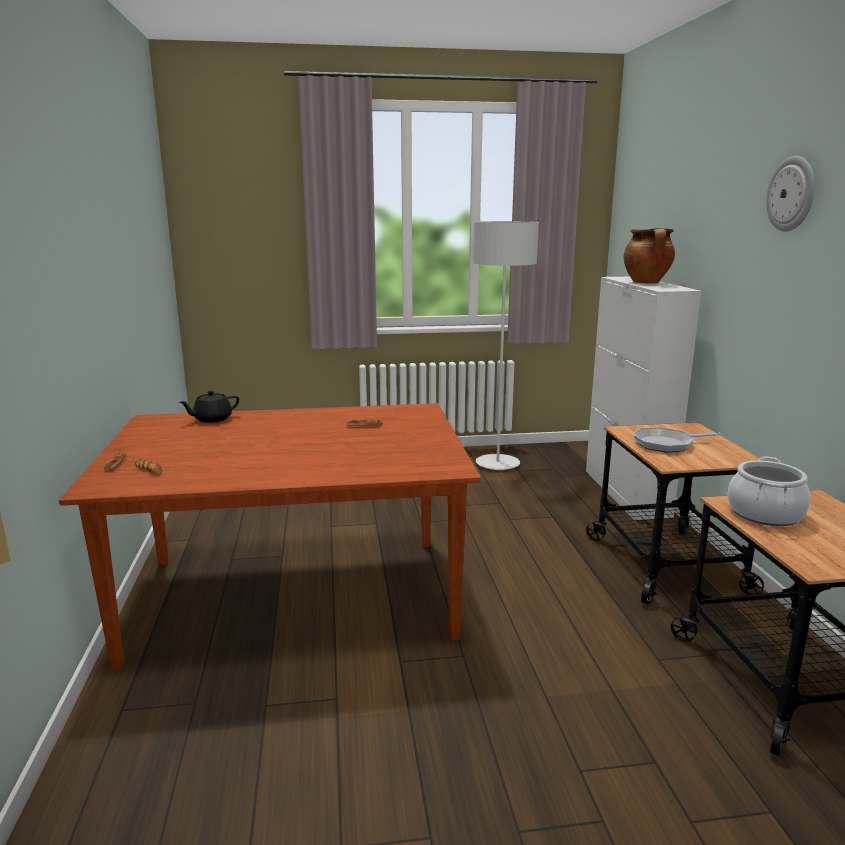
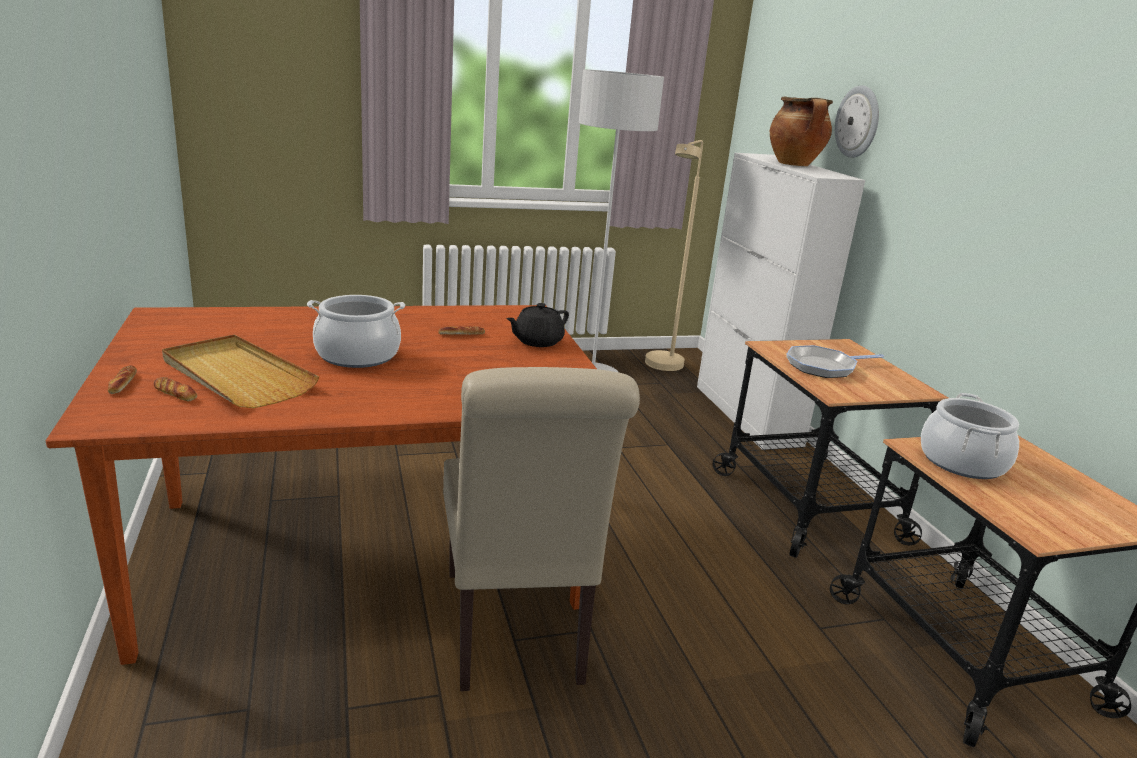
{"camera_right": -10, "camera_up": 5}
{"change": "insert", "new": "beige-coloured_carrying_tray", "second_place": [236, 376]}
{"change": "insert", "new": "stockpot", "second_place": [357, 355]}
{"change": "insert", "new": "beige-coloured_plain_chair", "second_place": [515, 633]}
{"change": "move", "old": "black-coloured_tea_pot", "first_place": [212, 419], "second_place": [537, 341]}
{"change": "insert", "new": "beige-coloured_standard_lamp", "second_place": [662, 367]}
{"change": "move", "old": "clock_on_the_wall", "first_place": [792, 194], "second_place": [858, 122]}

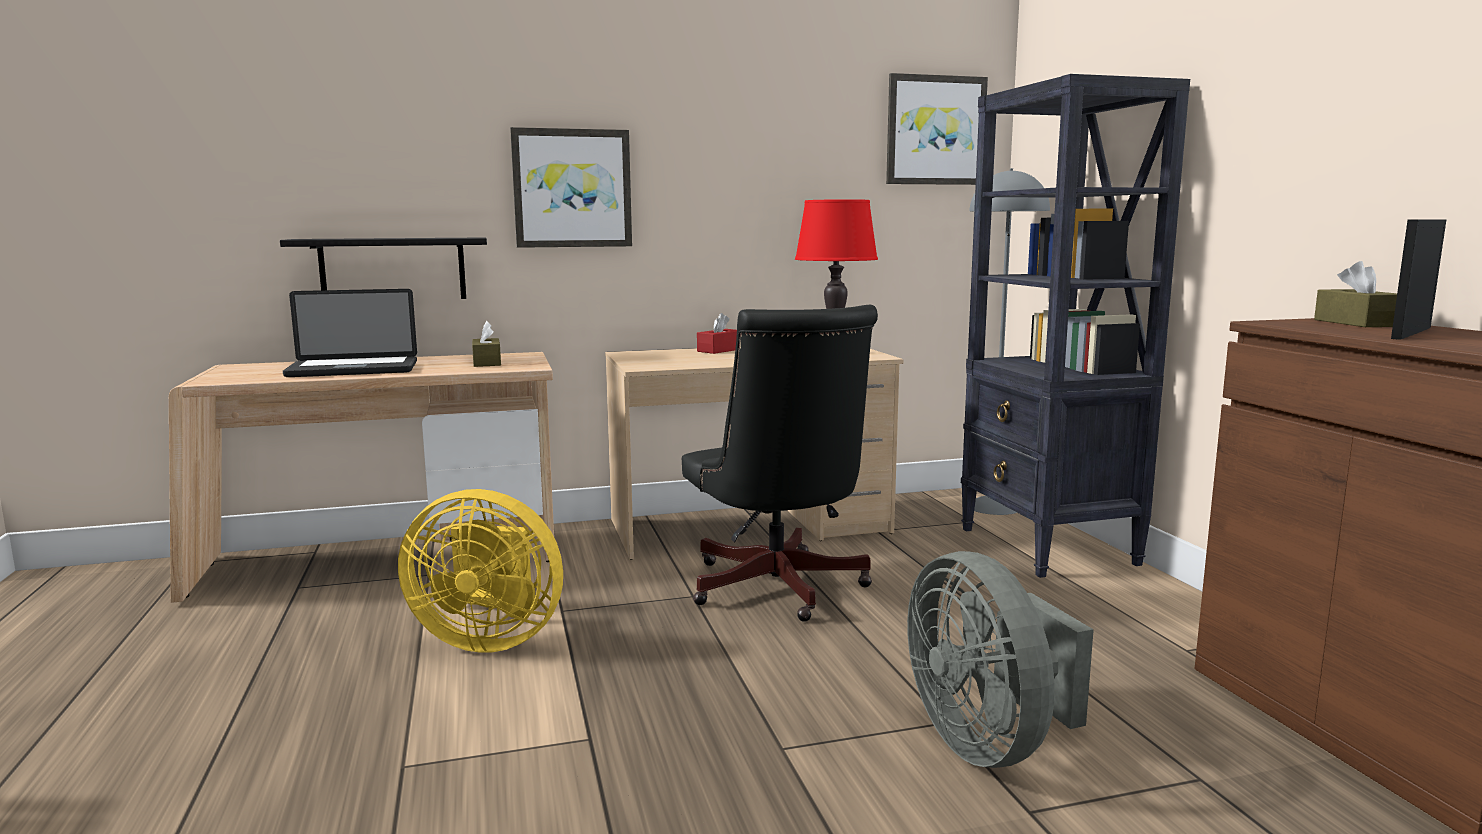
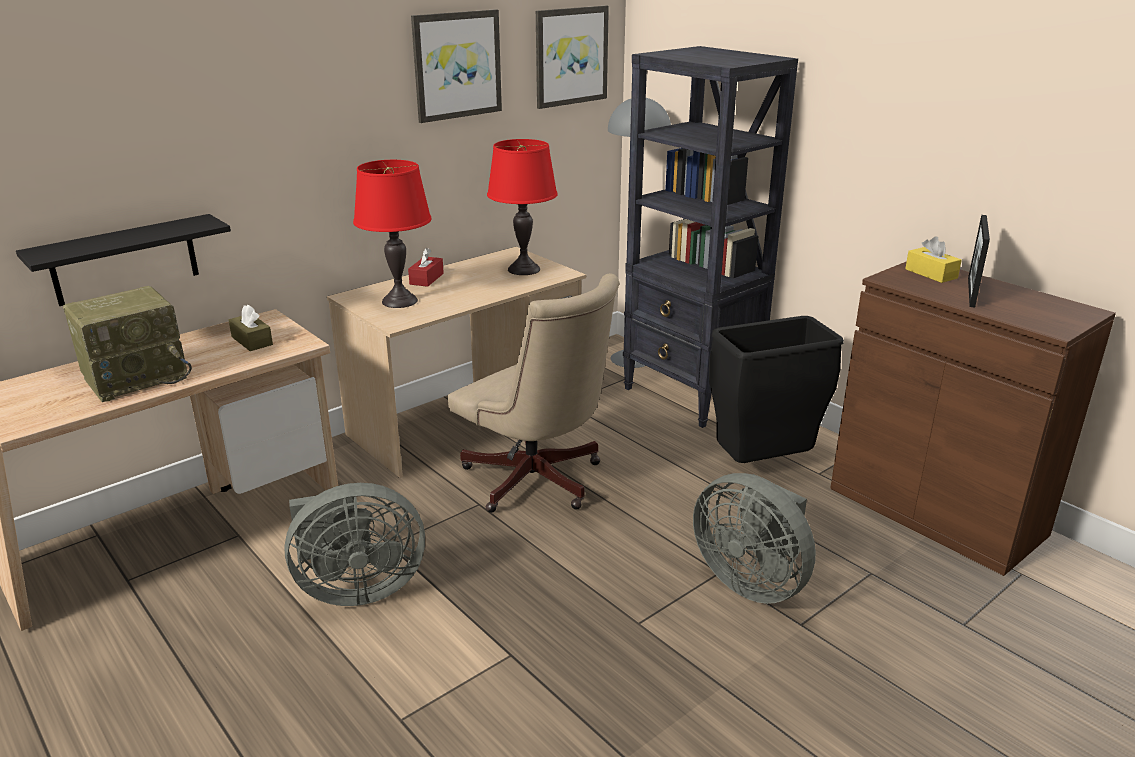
{"camera_right": -25, "camera_up": 15}
{"change": "replace", "old": "laptop", "new": "radio", "first_place": [353, 369], "second_place": [137, 377]}
{"change": "recolor", "old": "yellow-coloured_cooling_fan", "new": "greyish_cooling_fan", "first_place": [489, 639], "second_place": [356, 588]}
{"change": "insert", "new": "reddish_lamp_for_a_table", "second_place": [399, 301]}
{"change": "move", "old": "wall_art", "first_place": [572, 188], "second_place": [456, 65]}
{"change": "recolor", "old": "black-coloured_office_chair", "new": "beige-coloured_office_chair", "first_place": [778, 590], "second_place": [537, 483]}
{"change": "insert", "new": "black-coloured_waste_bin", "second_place": [763, 466]}
{"change": "recolor", "old": "brown-coloured_tissue_box", "new": "yellow-coloured_tissue_box", "first_place": [1355, 323], "second_place": [931, 274]}

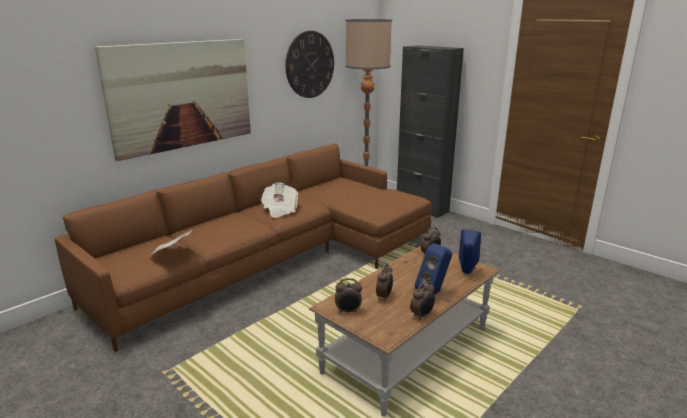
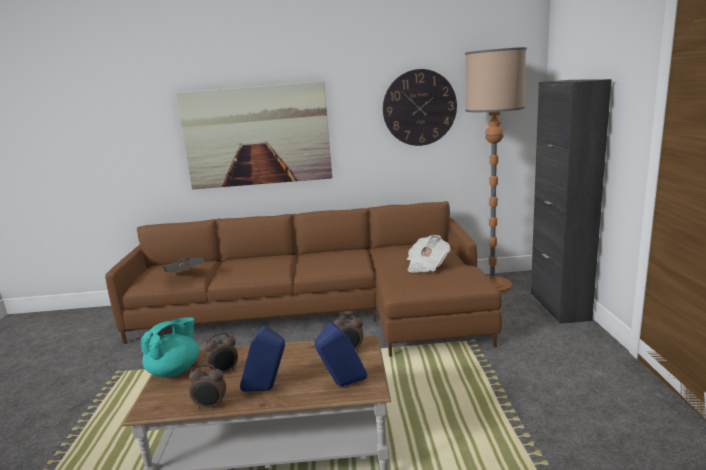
{"camera_right": 45, "camera_up": -5}
{"change": "replace", "old": "table_clock", "new": "blue-green_tea_pot", "first_place": [348, 311], "second_place": [175, 370]}
{"change": "move", "old": "daily_paper", "first_place": [280, 210], "second_place": [426, 266]}

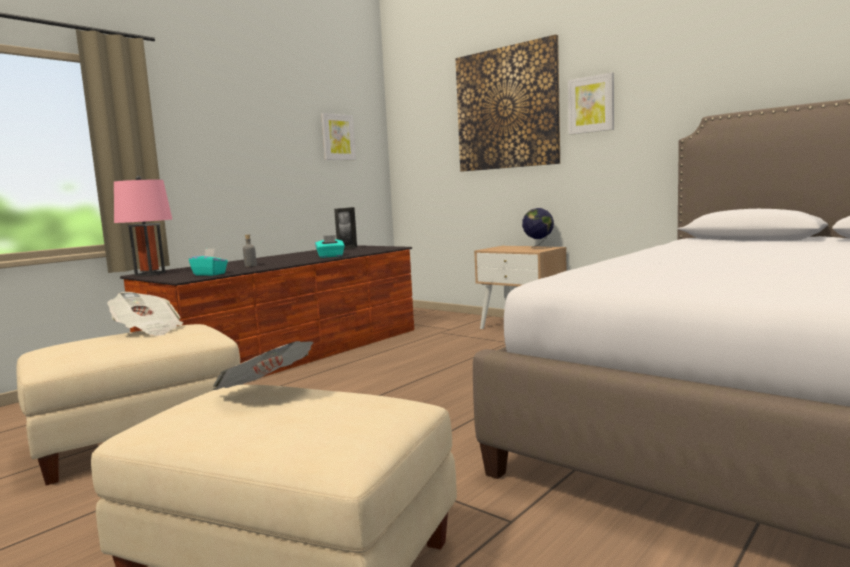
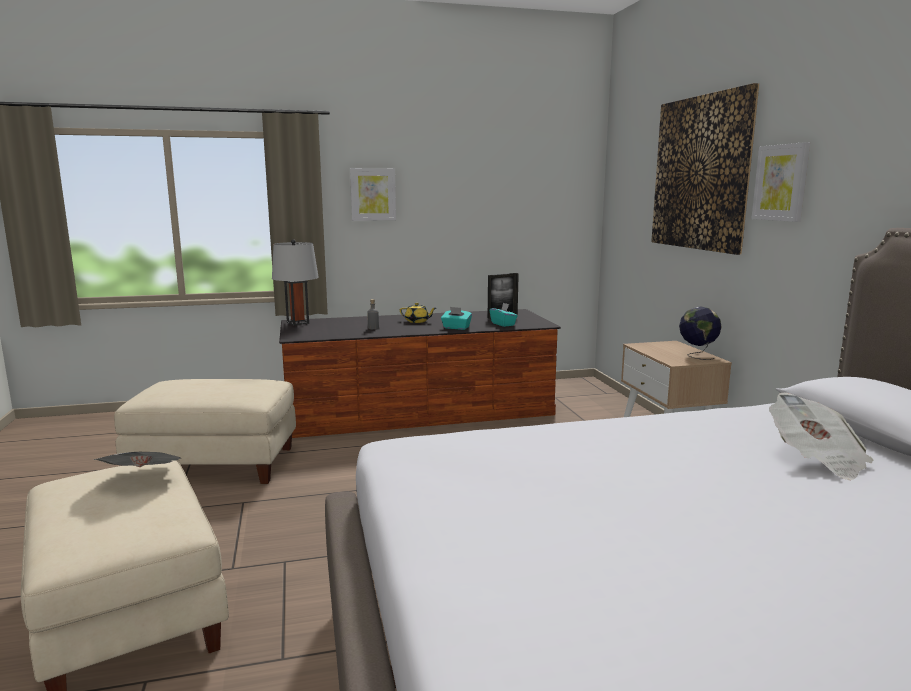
{"camera_right": 35, "camera_up": 5}
{"change": "recolor", "old": "pink_lamp_for_a_table", "new": "greyish_lamp_for_a_table", "first_place": [150, 274], "second_place": [297, 323]}
{"change": "move", "old": "wall_art", "first_place": [338, 137], "second_place": [373, 194]}
{"change": "insert", "new": "yellow-coloured_tea_pot", "second_place": [417, 321]}
{"change": "move", "old": "blue-green_tissue_box", "first_place": [210, 274], "second_place": [503, 324]}
{"change": "move", "old": "daily_paper", "first_place": [148, 331], "second_place": [816, 459]}

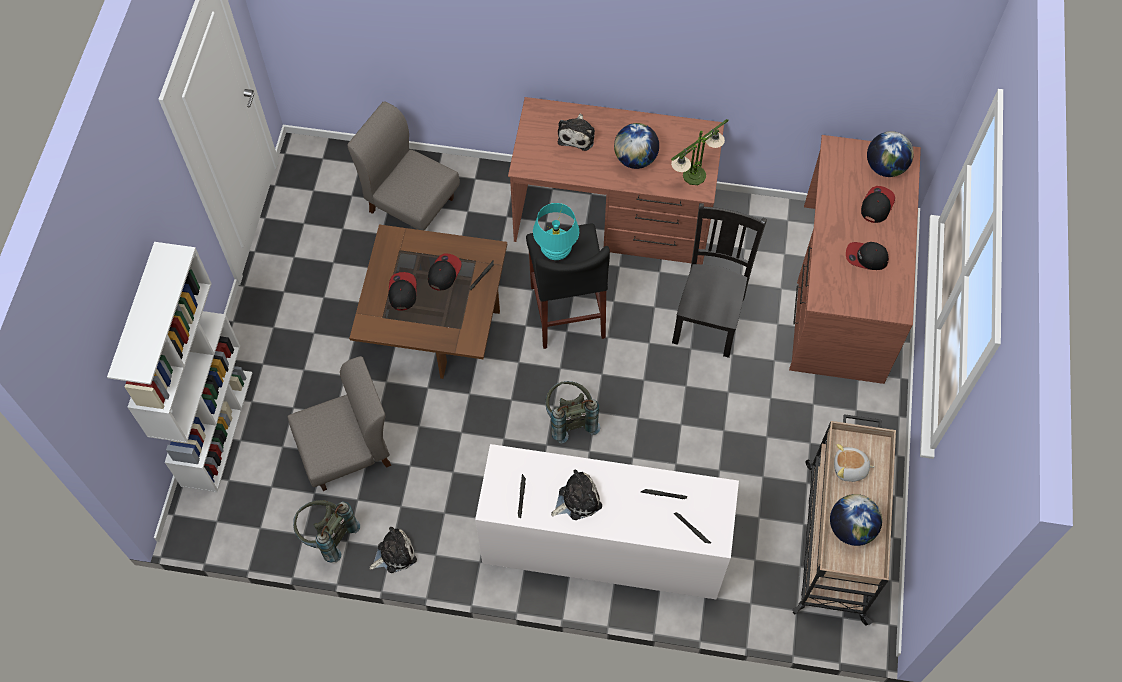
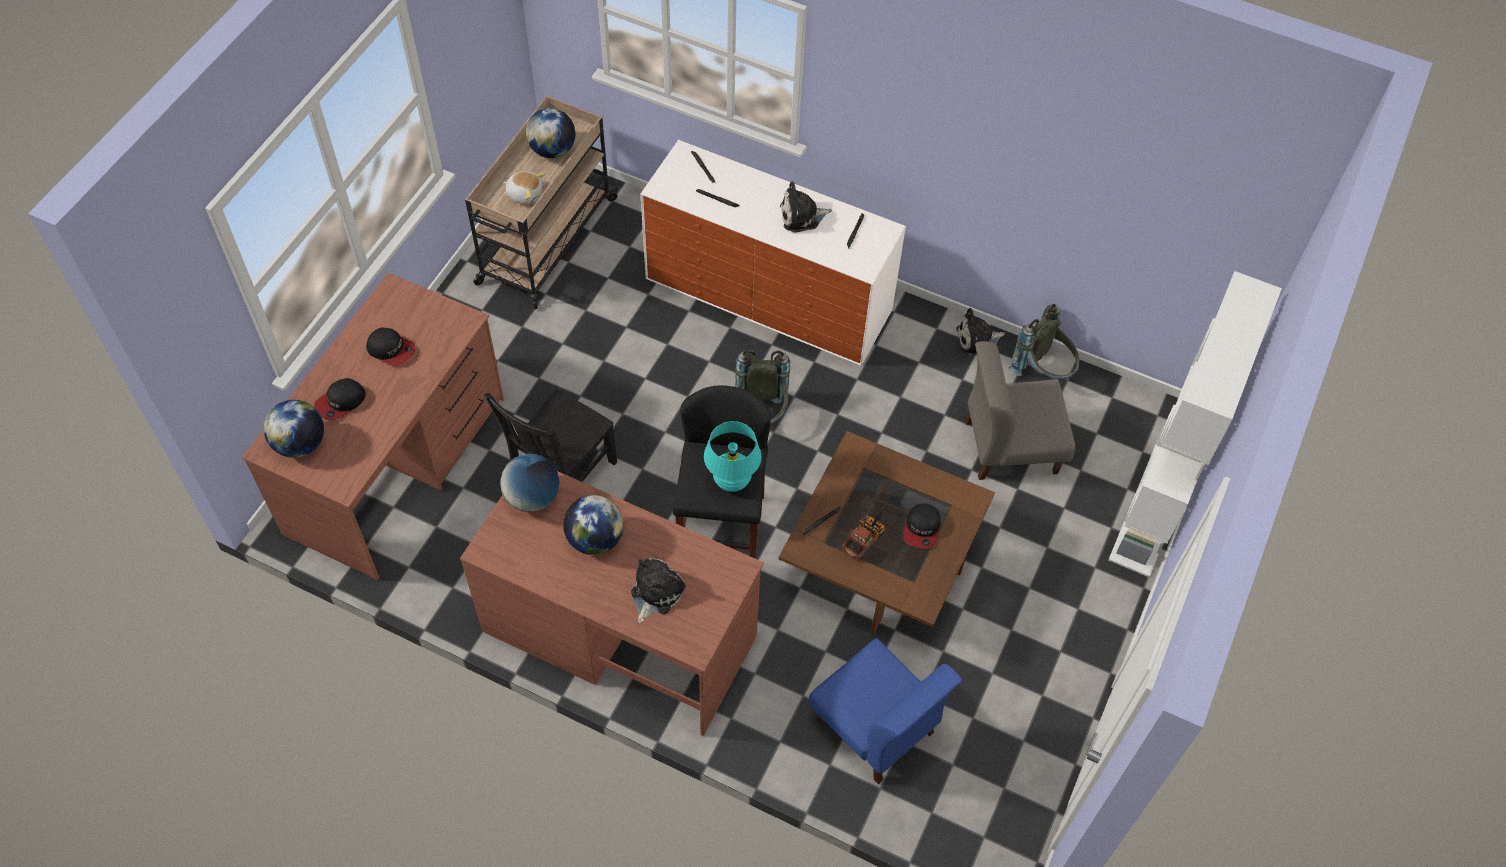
{"camera_right": -165, "camera_up": -5}
{"change": "replace", "old": "lamp_for_a_table", "new": "world_globe", "first_place": [694, 175], "second_place": [532, 497]}
{"change": "recolor", "old": "greyish_plain_chair", "new": "bluish_plain_chair", "first_place": [411, 204], "second_place": [875, 727]}
{"change": "replace", "old": "peaked_cap", "new": "toy_lorry", "first_place": [444, 273], "second_place": [866, 538]}

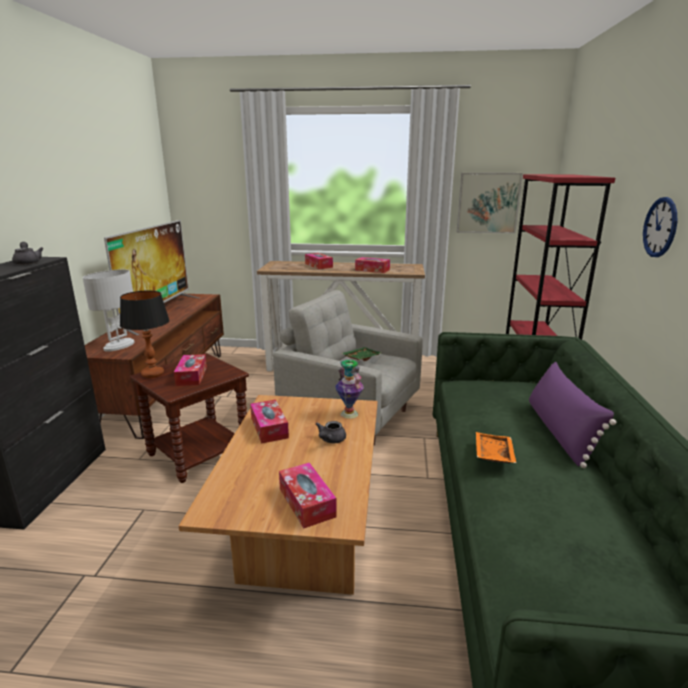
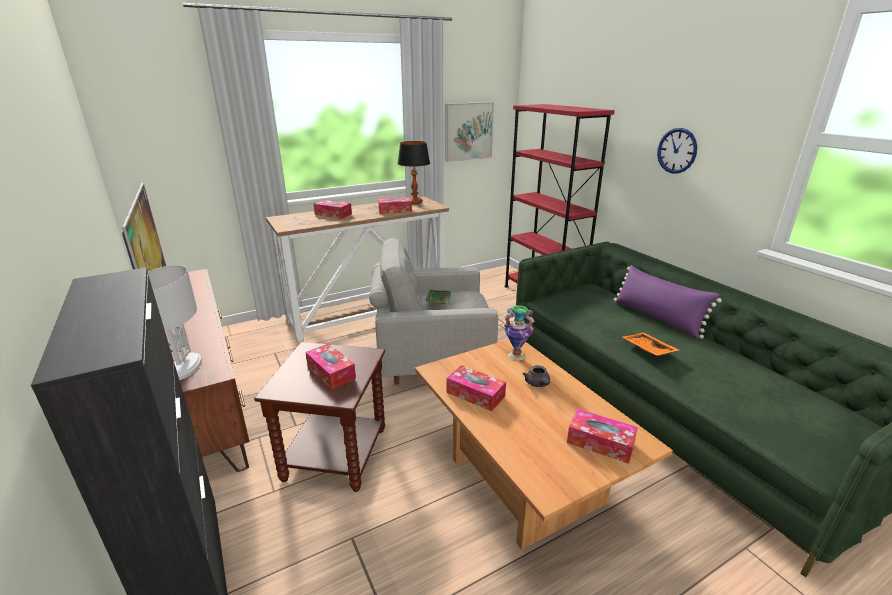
{"camera_right": -35, "camera_up": 5}
{"change": "move", "old": "lamp_for_a_table", "first_place": [152, 374], "second_place": [414, 202]}
{"change": "delete", "old": "greyish_tea_pot", "first_place": [28, 262]}

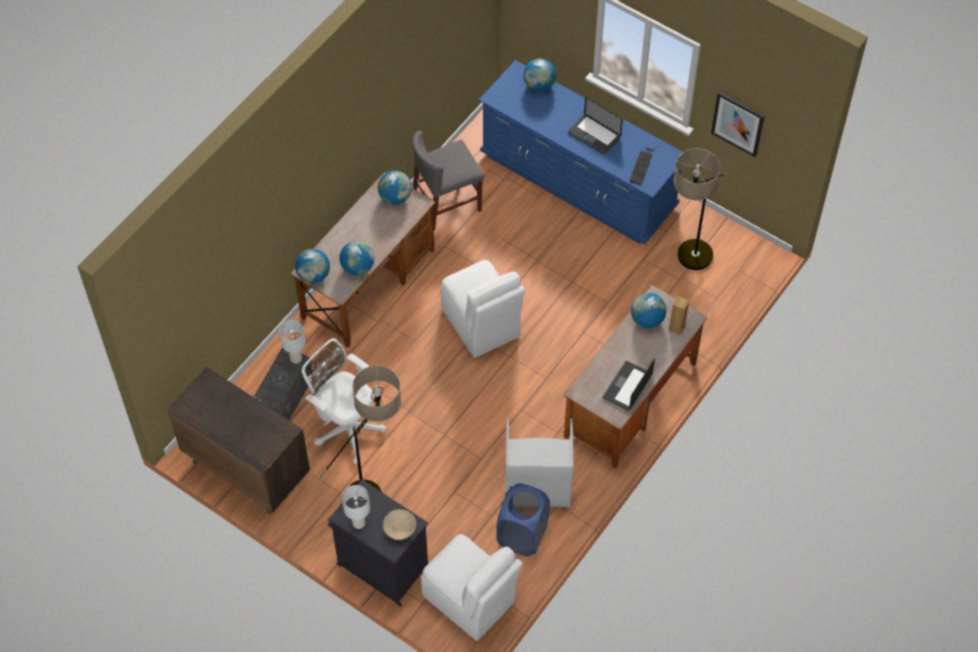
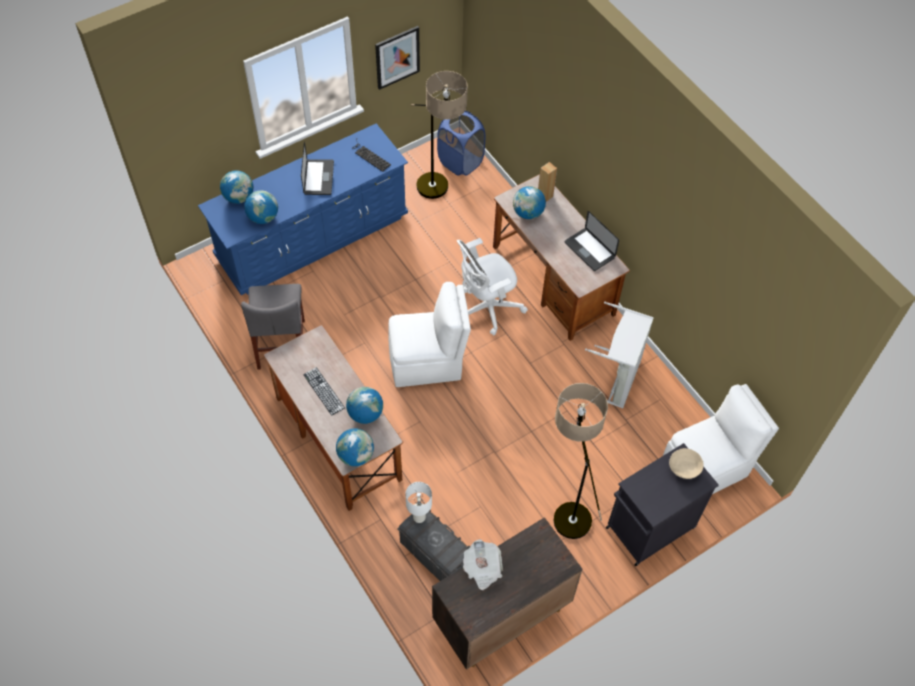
{"camera_right": -70, "camera_up": 0}
{"change": "move", "old": "world_globe", "first_place": [395, 197], "second_place": [263, 217]}
{"change": "rotate", "old": "laptop", "first_place": [594, 135], "second_place": [318, 178], "degrees": -60}
{"change": "insert", "new": "computer_keyboard", "second_place": [323, 391]}
{"change": "move", "old": "bluish_hamper", "first_place": [522, 535], "second_place": [460, 161]}
{"change": "move", "old": "whitish_office_chair", "first_place": [346, 427], "second_place": [486, 308]}
{"change": "insert", "new": "daily_paper", "second_place": [482, 569]}
{"change": "delete", "old": "whitish_lamp_for_a_table", "first_place": [359, 522]}

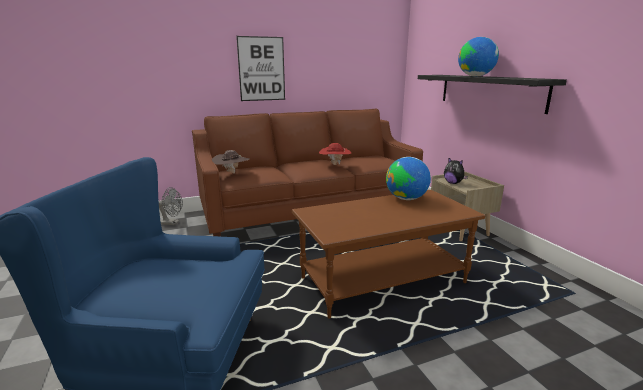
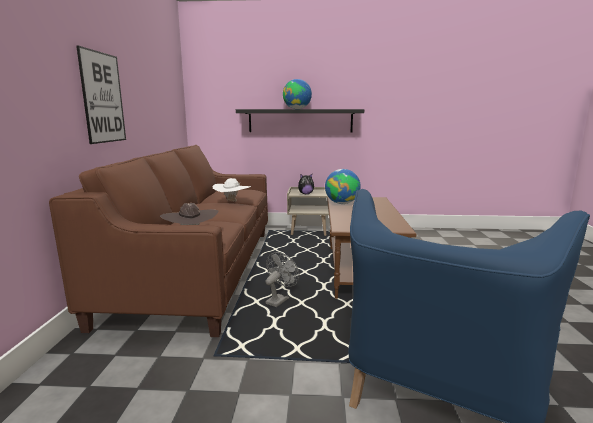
{"camera_right": -65, "camera_up": -5}
{"change": "recolor", "old": "reddish_clothing_hat", "new": "whitish_clothing_hat", "first_place": [334, 165], "second_place": [232, 202]}
{"change": "move", "old": "greyish_cooling_fan", "first_place": [172, 223], "second_place": [279, 299]}

